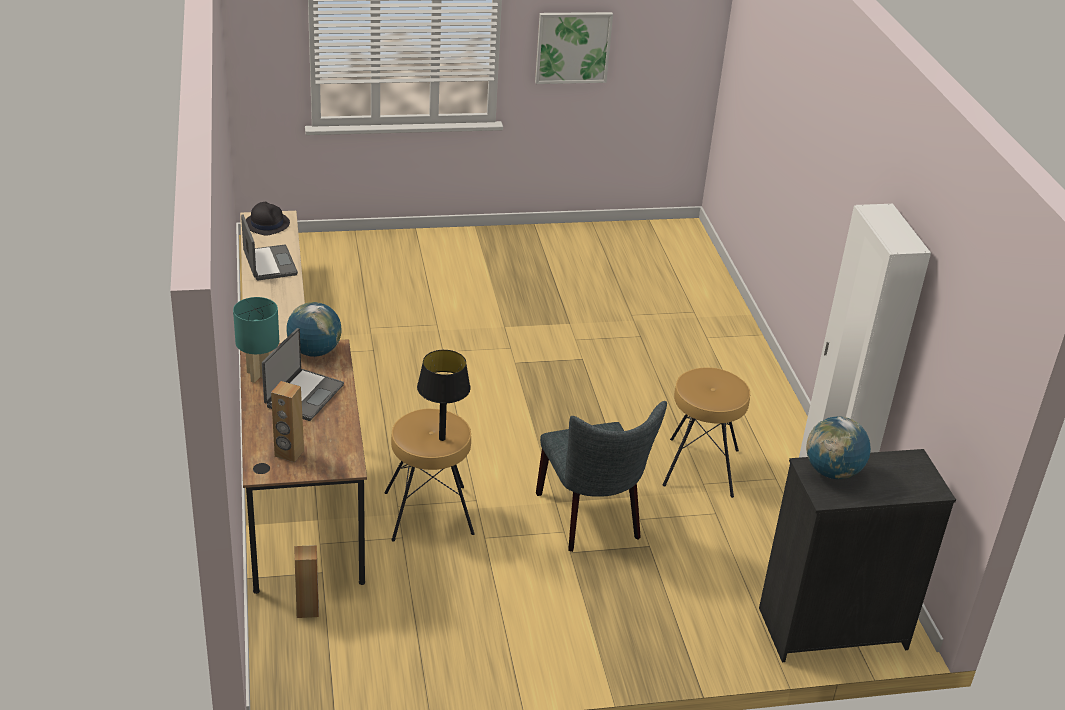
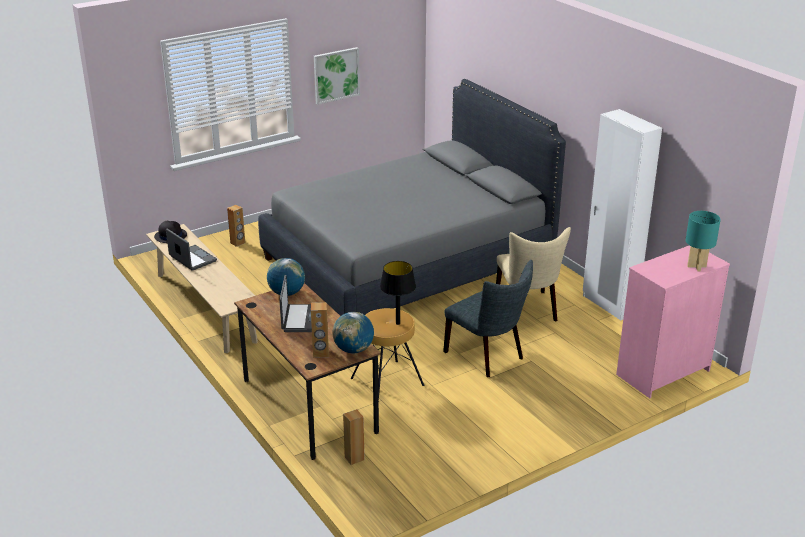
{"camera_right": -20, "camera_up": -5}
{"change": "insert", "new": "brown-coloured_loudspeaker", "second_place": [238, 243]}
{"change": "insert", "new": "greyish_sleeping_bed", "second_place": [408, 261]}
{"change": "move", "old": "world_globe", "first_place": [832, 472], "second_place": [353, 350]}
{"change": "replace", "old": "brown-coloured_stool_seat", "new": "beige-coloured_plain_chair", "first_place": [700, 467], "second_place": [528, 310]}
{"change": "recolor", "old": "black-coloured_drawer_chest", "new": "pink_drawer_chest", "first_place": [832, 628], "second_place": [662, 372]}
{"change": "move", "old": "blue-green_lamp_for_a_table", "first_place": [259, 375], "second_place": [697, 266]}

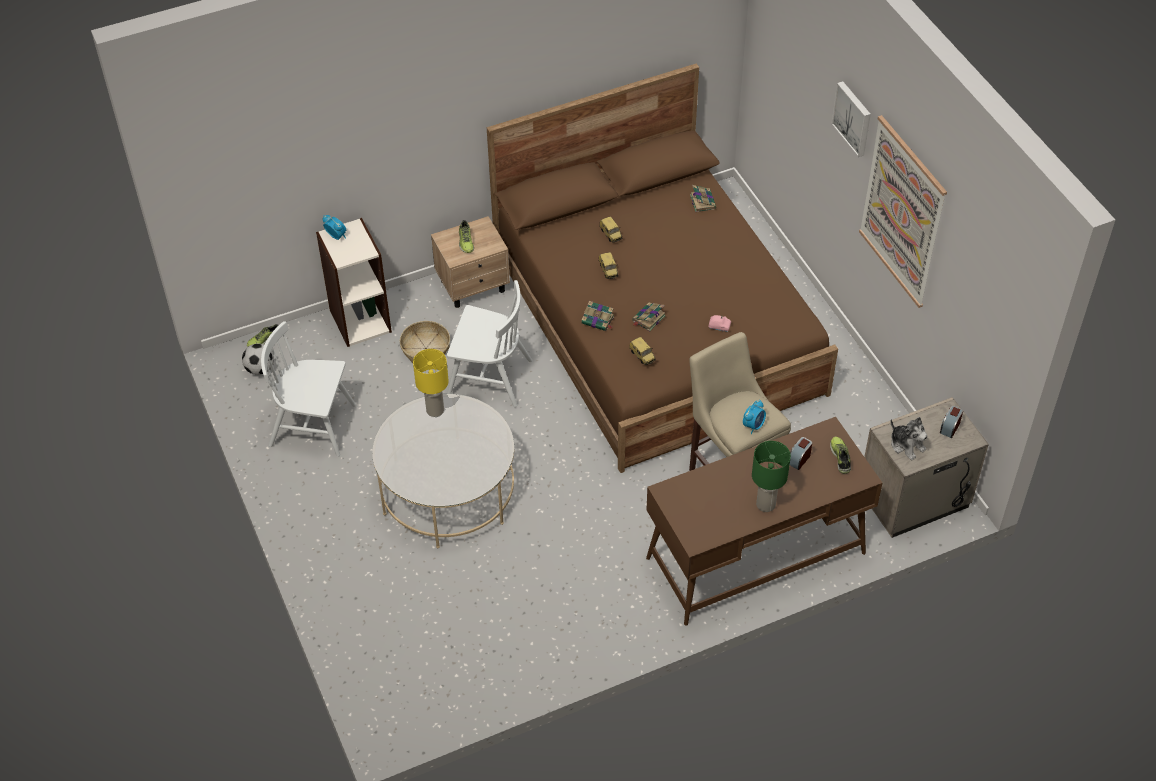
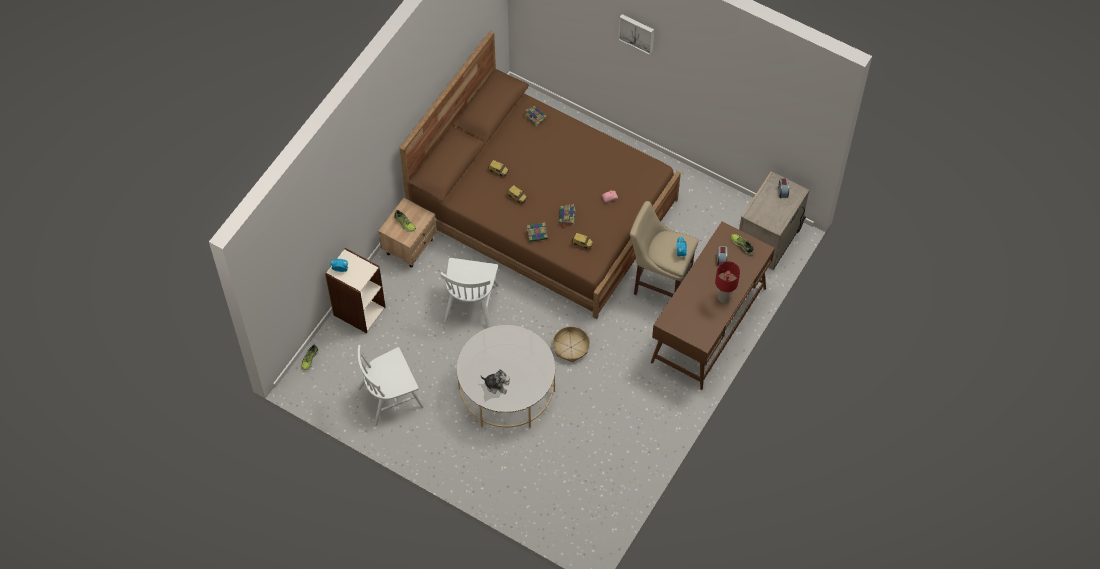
{"camera_right": -35, "camera_up": 10}
{"change": "rotate", "old": "whitish_plain_chair", "first_place": [489, 377], "second_place": [471, 302], "degrees": 120}
{"change": "move", "old": "plush_toy", "first_place": [906, 445], "second_place": [497, 385]}
{"change": "move", "old": "storage_basket", "first_place": [425, 348], "second_place": [570, 347]}
{"change": "recolor", "old": "green-coloured_lamp_for_a_table", "new": "reddish_lamp_for_a_table", "first_place": [766, 505], "second_place": [724, 297]}
{"change": "delete", "old": "ball_for_football", "first_place": [260, 369]}
{"change": "delete", "old": "yellow-coloured_lamp_for_a_table", "first_place": [435, 410]}
{"change": "delete", "old": "wall_art", "first_place": [902, 212]}

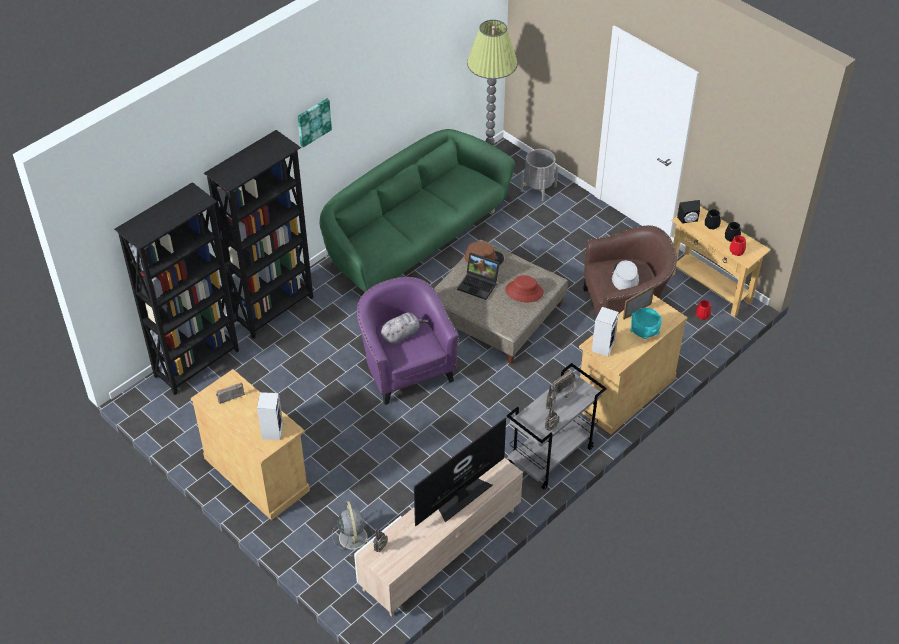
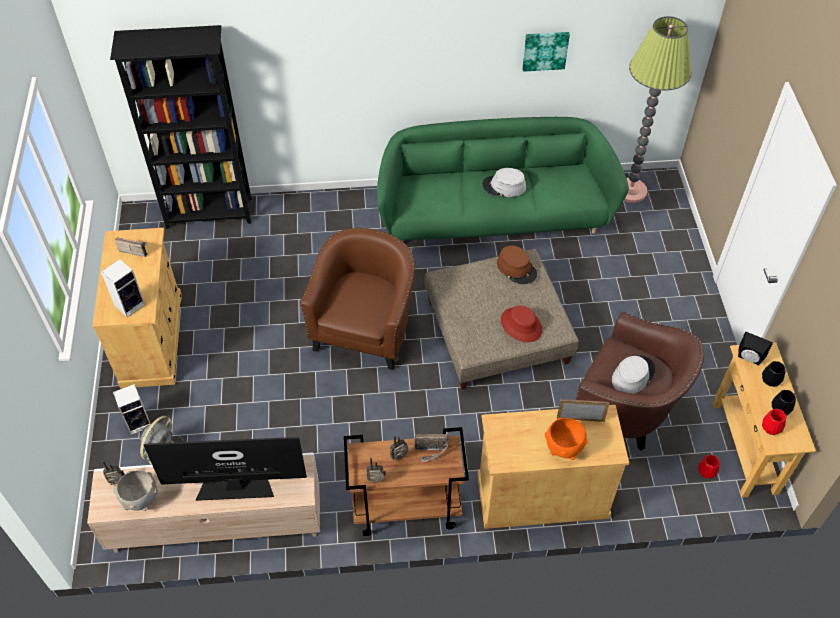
{"camera_right": 40, "camera_up": 5}
{"change": "move", "old": "loudspeaker", "first_place": [603, 346], "second_place": [139, 422]}
{"change": "insert", "new": "greyish_serving_bowl", "second_place": [140, 499]}
{"change": "recolor", "old": "purplish_lounge_chair", "new": "brown-coloured_lounge_chair", "first_place": [406, 368], "second_place": [365, 329]}
{"change": "recolor", "old": "greyish_wheeled_cart", "new": "brown-coloured_wheeled_cart", "first_place": [551, 456], "second_place": [405, 508]}
{"change": "insert", "new": "greyish_clothing_hat", "second_place": [504, 186]}
{"change": "move", "old": "wall_art", "first_place": [313, 122], "second_place": [545, 50]}
{"change": "recolor", "old": "blue-green_serving_bowl", "new": "orange-coloured_serving_bowl", "first_place": [644, 332], "second_place": [563, 447]}
{"change": "delete", "old": "black-coloured_bookshelf", "first_place": [274, 309]}
{"change": "delete", "old": "greyish_plush_toy", "first_place": [401, 334]}
{"change": "delete", "old": "laptop", "first_place": [479, 284]}
{"change": "delete", "old": "greyish_flower_pot", "first_place": [538, 188]}

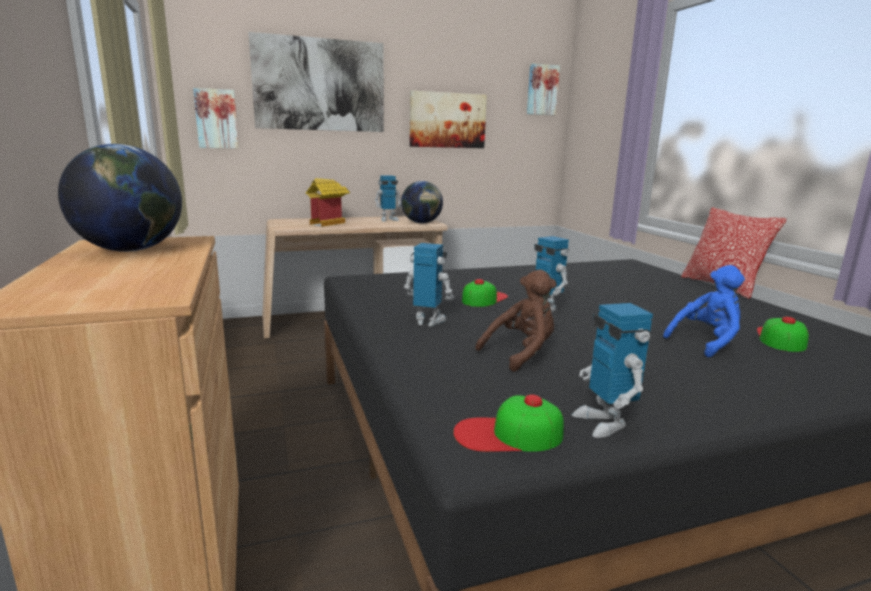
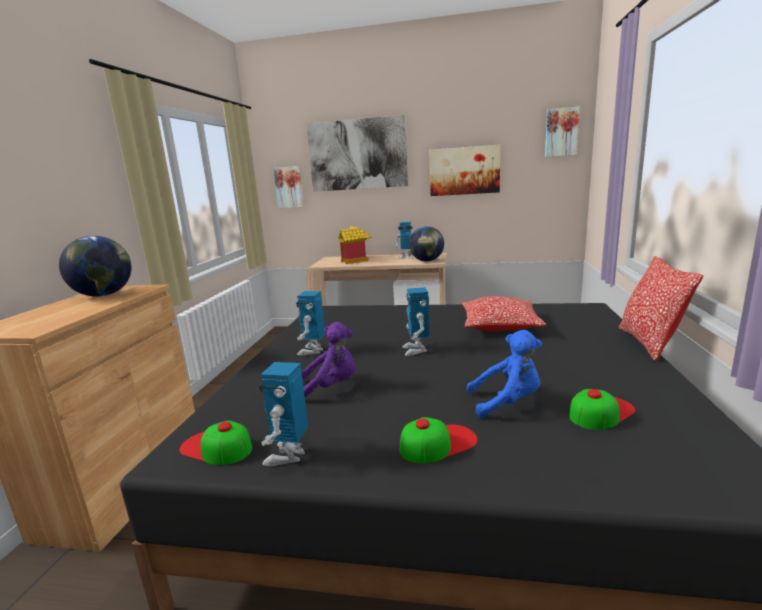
{"camera_right": 30, "camera_up": 0}
{"change": "rotate", "old": "toy_robot", "first_place": [428, 321], "second_place": [312, 351], "degrees": -120}
{"change": "recolor", "old": "brown-coloured_plush_toy", "new": "purplish_plush_toy", "first_place": [521, 353], "second_place": [330, 387]}
{"change": "move", "old": "peaked_cap", "first_place": [484, 298], "second_place": [438, 443]}
{"change": "insert", "new": "pillow", "second_place": [499, 326]}

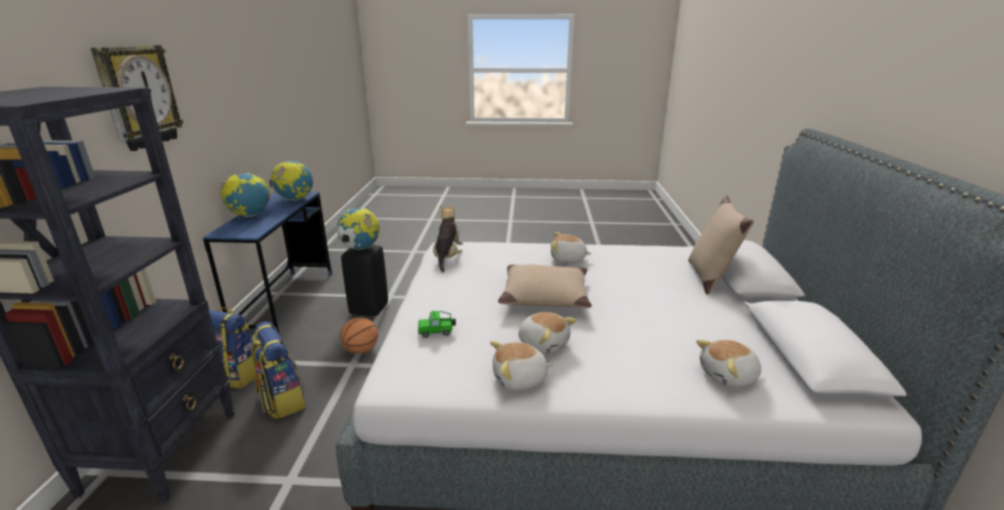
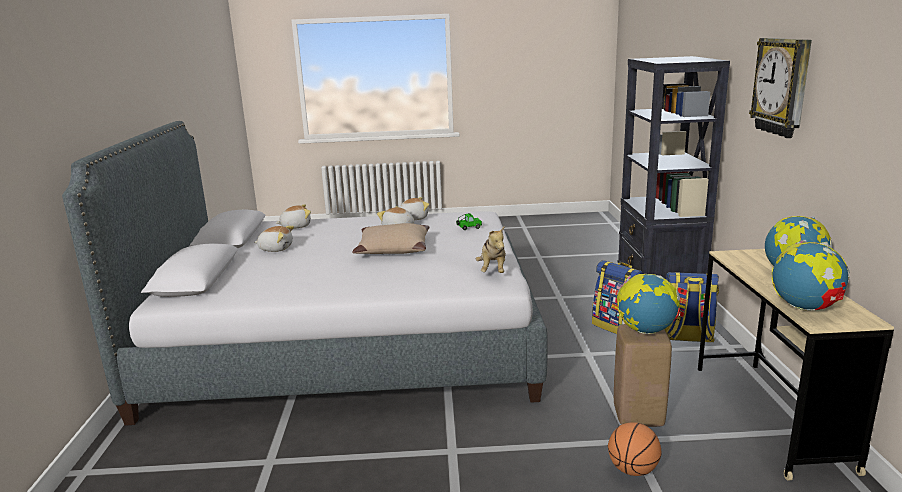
{"camera_right": 175, "camera_up": -5}
{"change": "move", "old": "plush_toy", "first_place": [568, 259], "second_place": [276, 249]}
{"change": "move", "old": "basketball", "first_place": [361, 350], "second_place": [632, 470]}
{"change": "recolor", "old": "black-coloured_stool_seat", "new": "beige-coloured_stool_seat", "first_place": [369, 309], "second_place": [637, 415]}
{"change": "recolor", "old": "bluish_desk_unit", "new": "beige-coloured_desk_unit", "first_place": [286, 302], "second_place": [769, 415]}
{"change": "delete", "old": "beige-coloured_pillow", "first_place": [709, 277]}

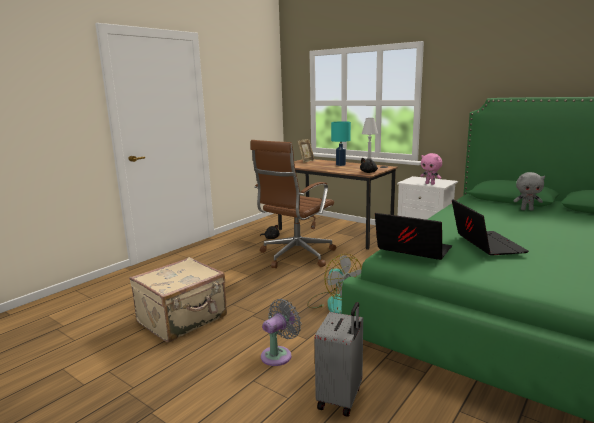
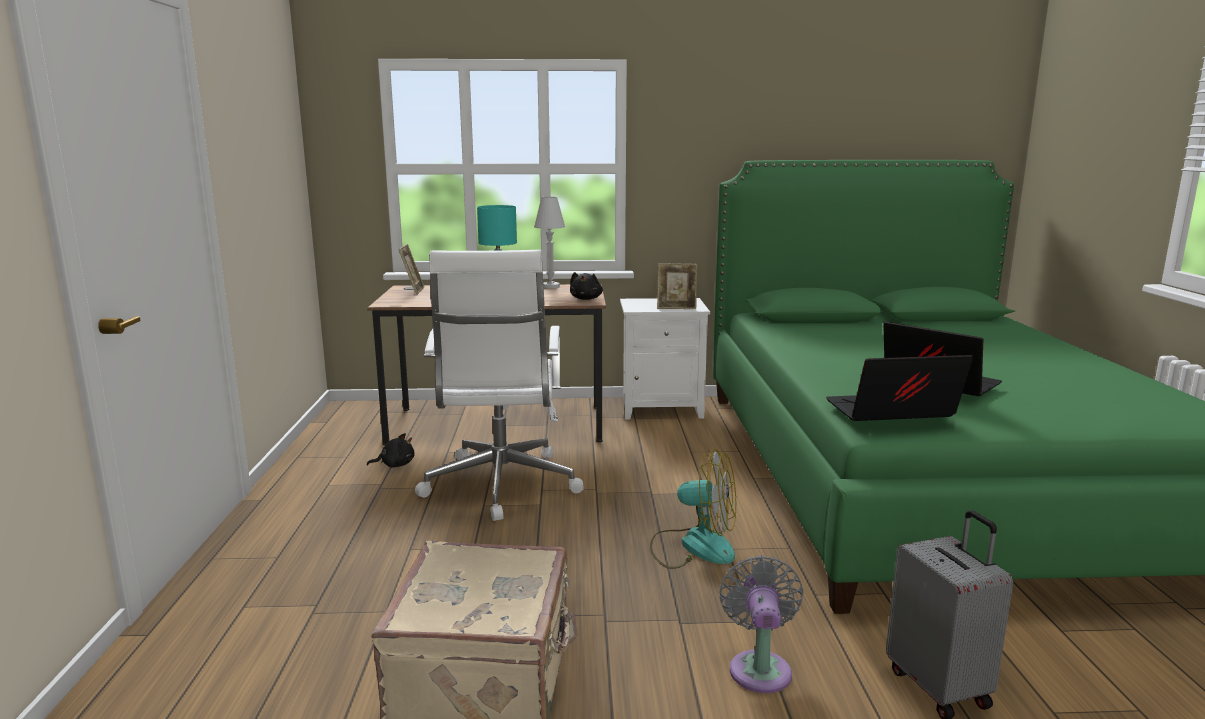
{"camera_right": -40, "camera_up": 0}
{"change": "recolor", "old": "brown-coloured_office_chair", "new": "whitish_office_chair", "first_place": [295, 256], "second_place": [500, 486]}
{"change": "replace", "old": "pink_plush_toy", "new": "photo_frame", "first_place": [430, 184], "second_place": [676, 307]}
{"change": "delete", "old": "greyish_plush_toy", "first_place": [527, 209]}

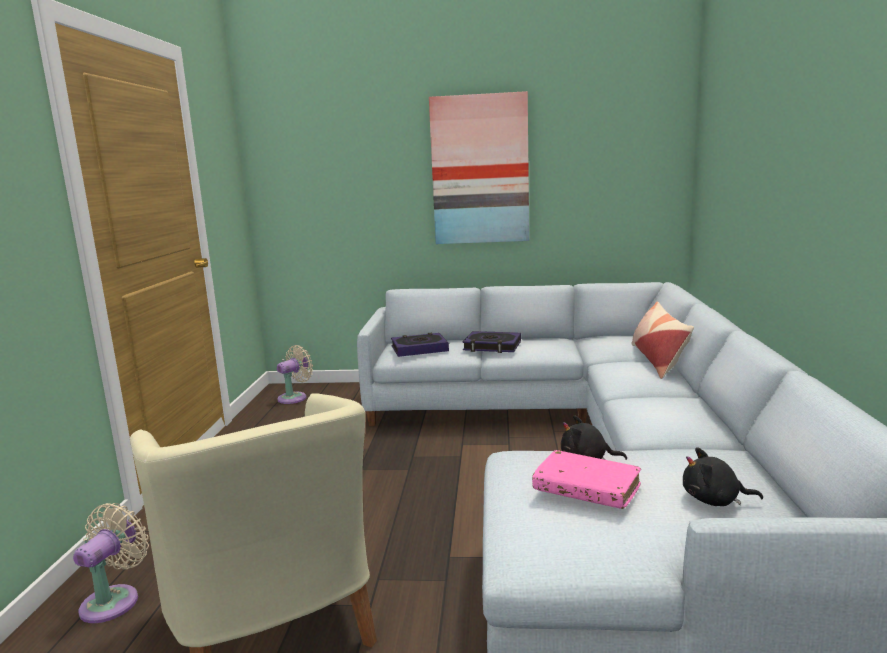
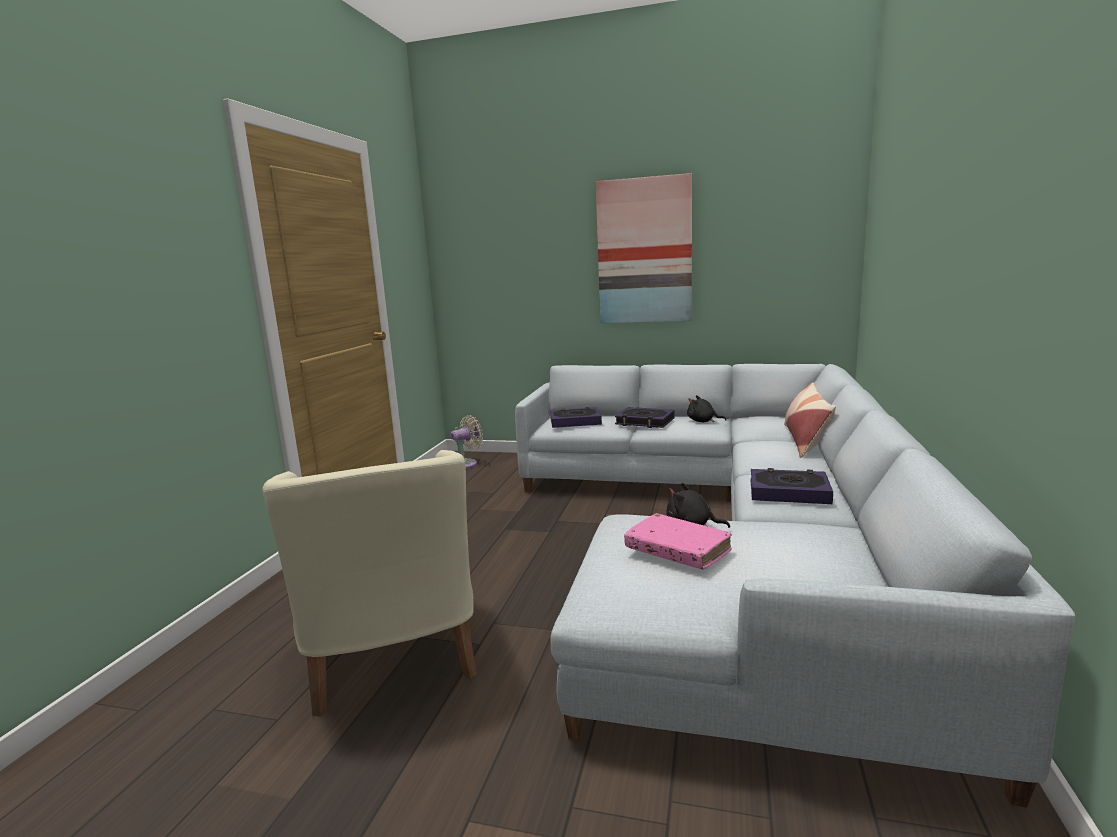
{"camera_right": 10, "camera_up": 0}
{"change": "move", "old": "black-coloured_plush_toy", "first_place": [714, 500], "second_place": [703, 421]}
{"change": "insert", "new": "book", "second_place": [789, 492]}
{"change": "delete", "old": "beige-coloured_cooling_fan", "first_place": [114, 600]}

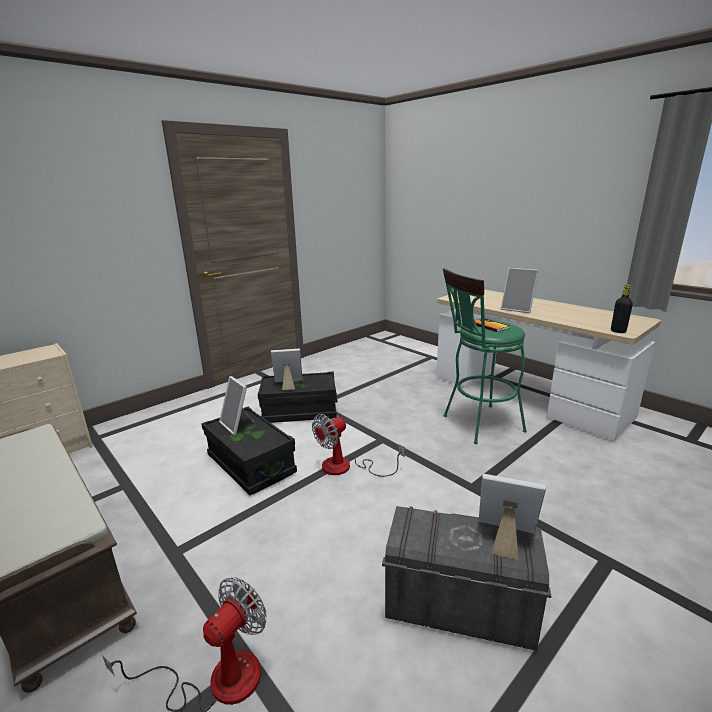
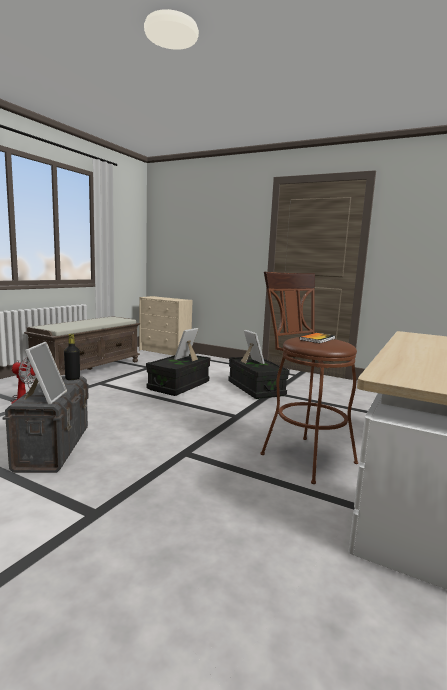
{"camera_right": 70, "camera_up": -10}
{"change": "move", "old": "black-coloured_beverage_bottle", "first_place": [618, 331], "second_place": [72, 378]}
{"change": "recolor", "old": "green-coloured_stool_seat", "new": "brown-coloured_stool_seat", "first_place": [477, 425], "second_place": [302, 455]}
{"change": "delete", "old": "cooling_fan", "first_place": [346, 467]}
{"change": "delete", "old": "photo_frame", "first_place": [517, 309]}

